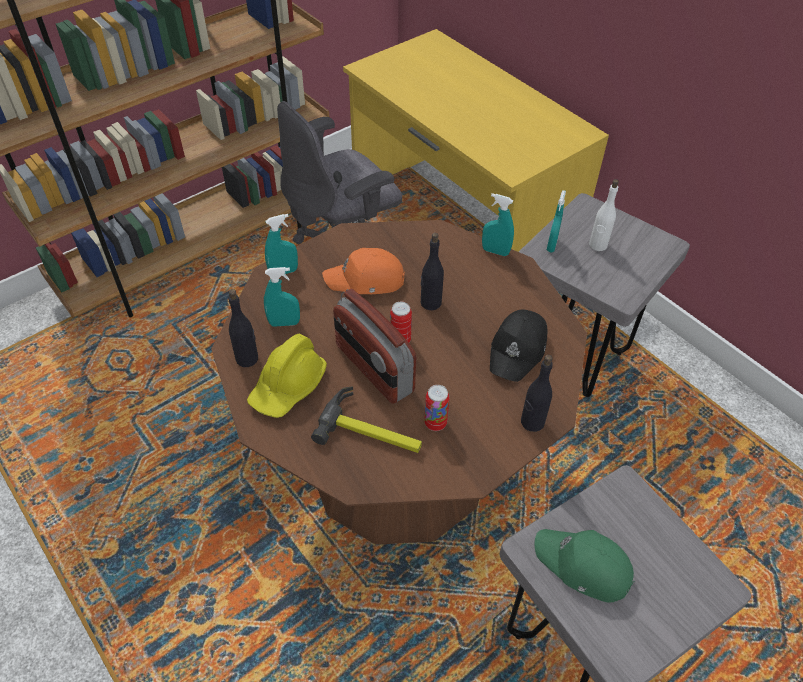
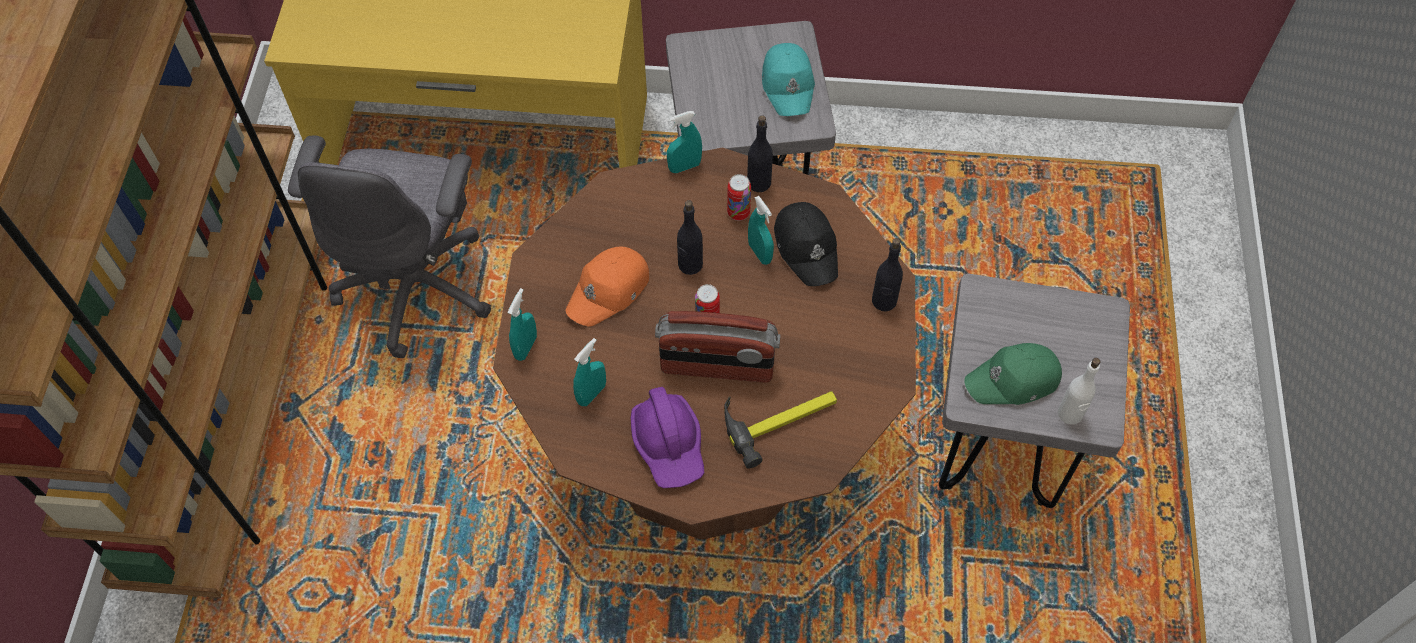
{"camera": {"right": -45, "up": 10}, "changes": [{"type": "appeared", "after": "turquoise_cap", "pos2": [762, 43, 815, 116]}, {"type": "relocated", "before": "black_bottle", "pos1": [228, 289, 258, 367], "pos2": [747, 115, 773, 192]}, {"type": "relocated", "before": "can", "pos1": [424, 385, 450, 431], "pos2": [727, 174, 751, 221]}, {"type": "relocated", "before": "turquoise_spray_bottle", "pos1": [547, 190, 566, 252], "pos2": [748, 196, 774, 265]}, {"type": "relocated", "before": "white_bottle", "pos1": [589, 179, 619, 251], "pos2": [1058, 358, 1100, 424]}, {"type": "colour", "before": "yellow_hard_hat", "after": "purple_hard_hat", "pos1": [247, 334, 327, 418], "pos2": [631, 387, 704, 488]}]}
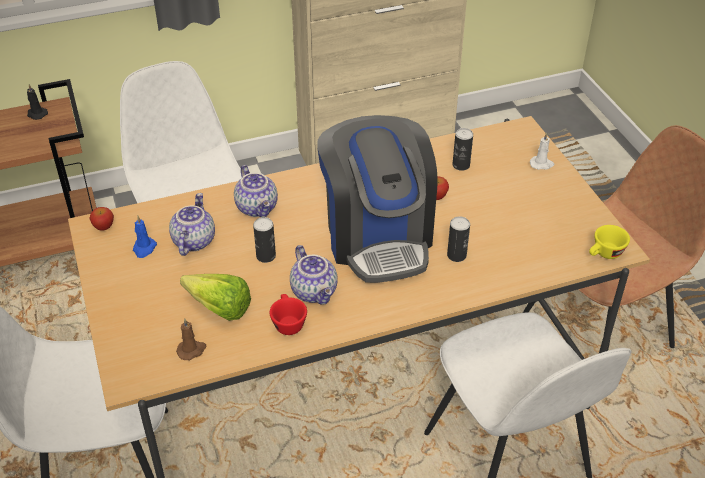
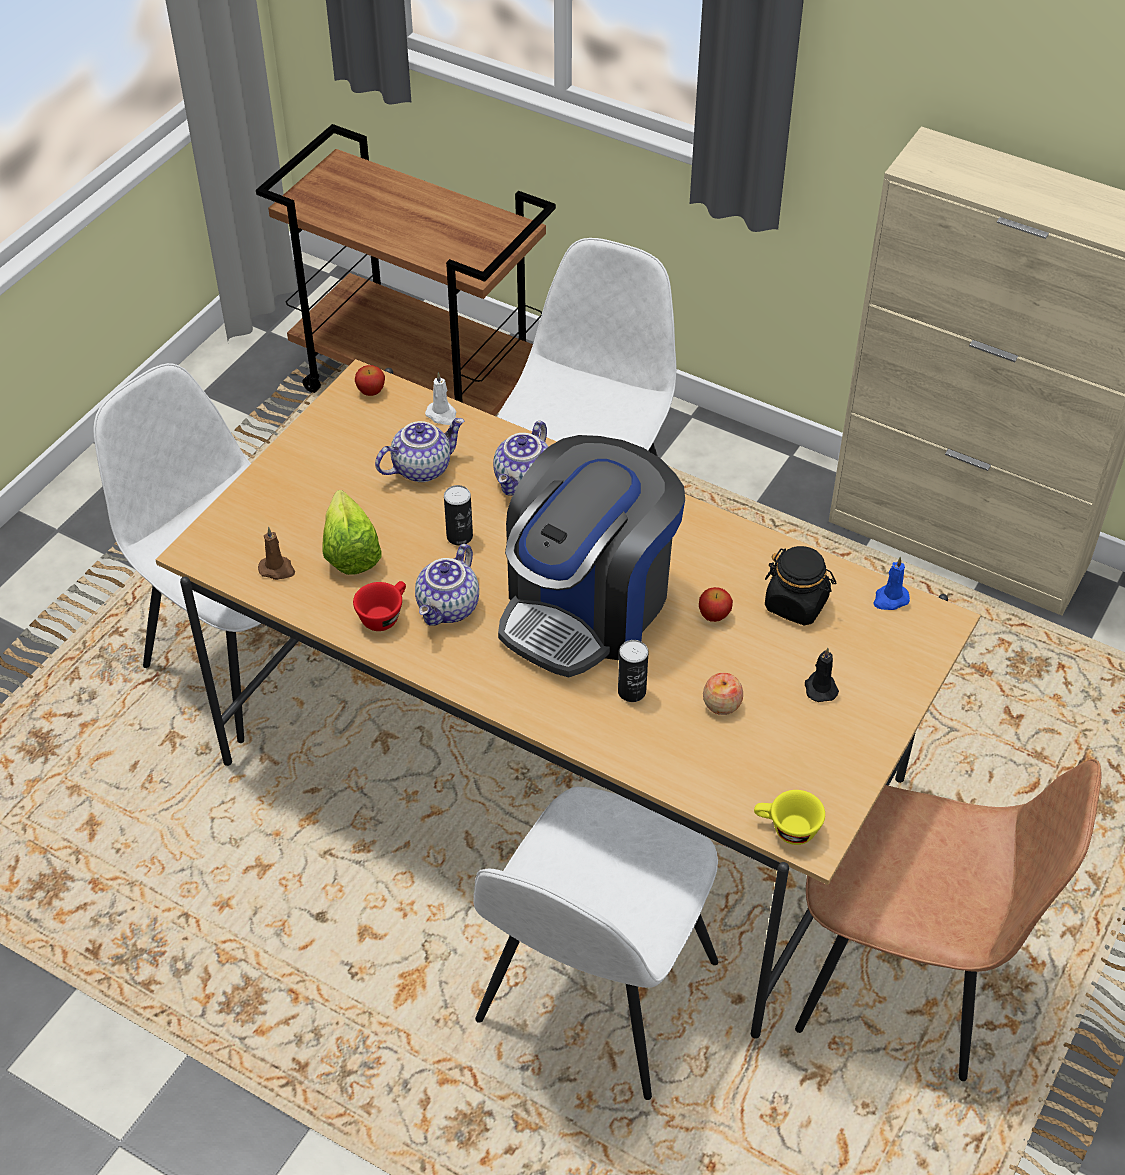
{"camera": {"right": 50, "up": 5}, "changes": [{"type": "appeared", "after": "apple", "pos2": [703, 673, 743, 715]}, {"type": "relocated", "before": "black_candle", "pos1": [27, 84, 48, 120], "pos2": [805, 648, 839, 702]}, {"type": "relocated", "before": "blue_candle", "pos1": [133, 216, 157, 258], "pos2": [873, 557, 910, 610]}, {"type": "relocated", "before": "white_candle", "pos1": [530, 132, 554, 170], "pos2": [425, 372, 456, 425]}, {"type": "exchanged", "before": "can", "after": "black_jar", "pos1": [452, 128, 473, 171], "pos2": [765, 546, 836, 625]}]}
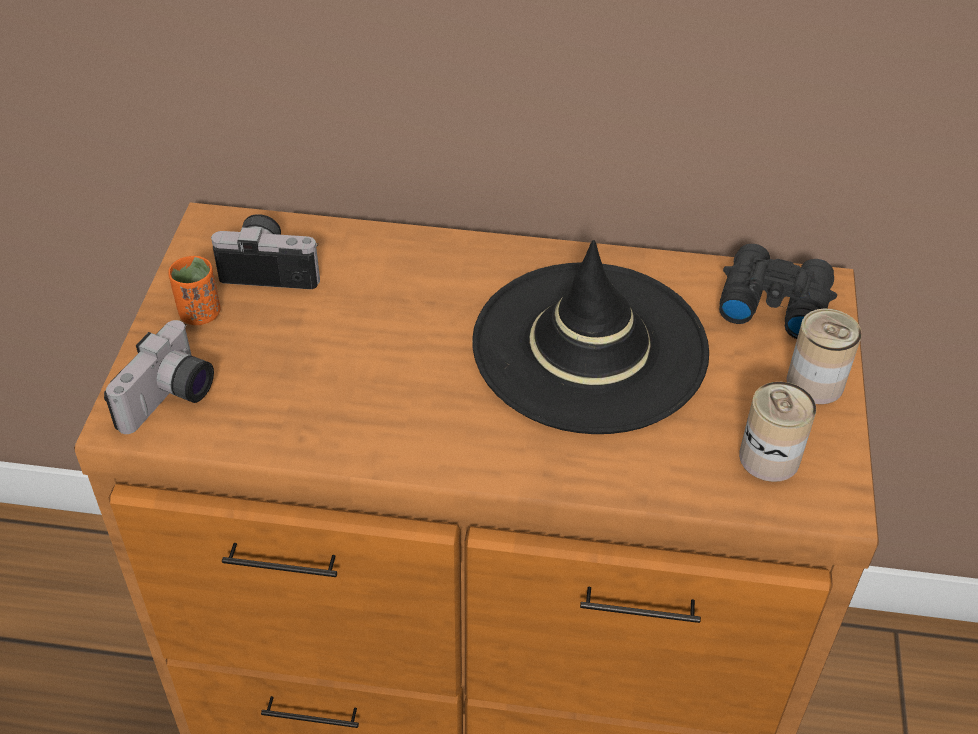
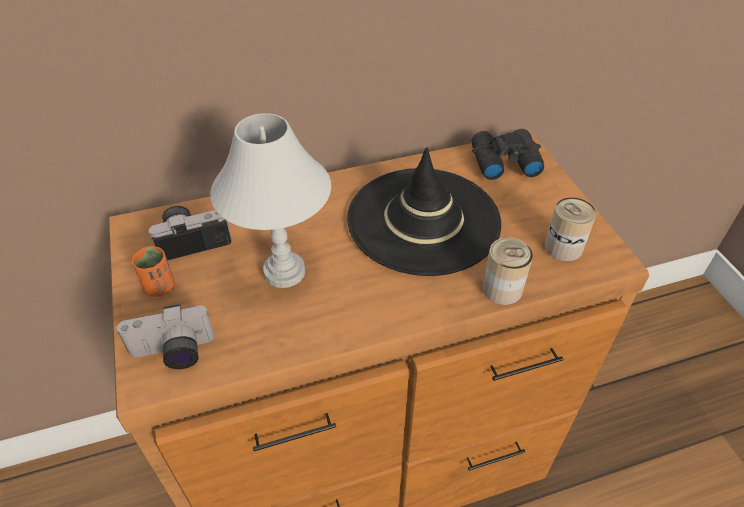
{"camera": {"right": -25, "up": 0}, "changes": [{"type": "appeared", "after": "white_table_lamp", "pos2": [210, 113, 331, 288]}, {"type": "relocated", "before": "can", "pos1": [786, 309, 862, 404], "pos2": [482, 237, 533, 305]}, {"type": "spun", "before": "photo_camera", "pos1": [104, 320, 214, 434], "pos2": [116, 304, 215, 369], "turn": 75}]}
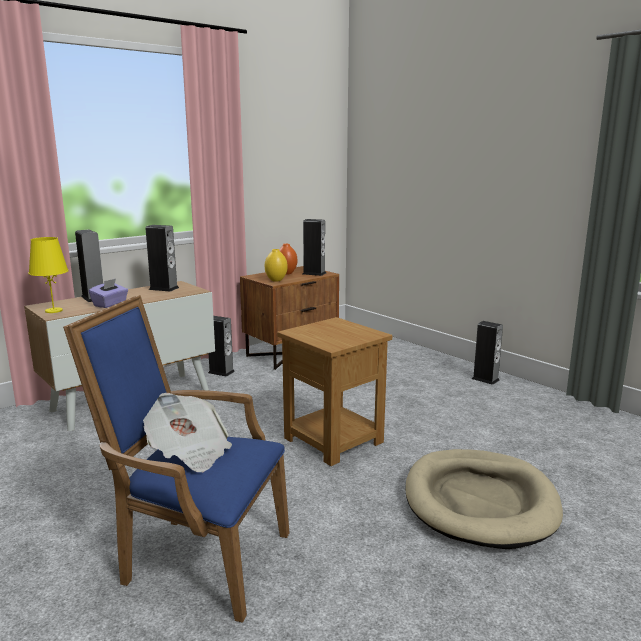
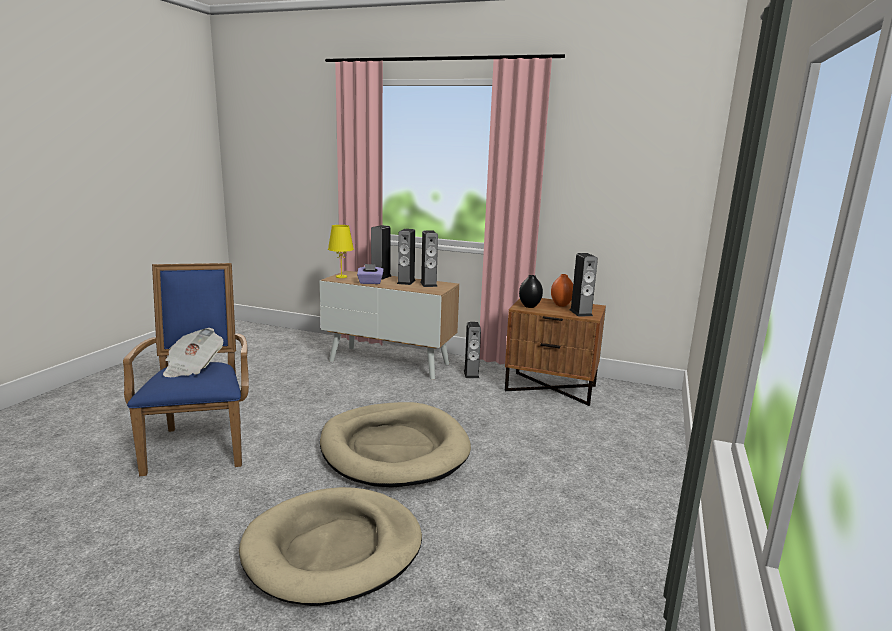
{"camera": {"right": 60, "up": 0}, "changes": [{"type": "relocated", "before": "speaker", "pos1": [472, 321, 503, 385], "pos2": [397, 229, 416, 285]}, {"type": "exchanged", "before": "brown_side_table", "after": "beige_dog_bed", "pos1": [277, 317, 392, 466], "pos2": [320, 402, 471, 488]}, {"type": "colour", "before": "yellow_vase", "after": "black_vase", "pos1": [265, 249, 288, 282], "pos2": [519, 275, 543, 308]}]}
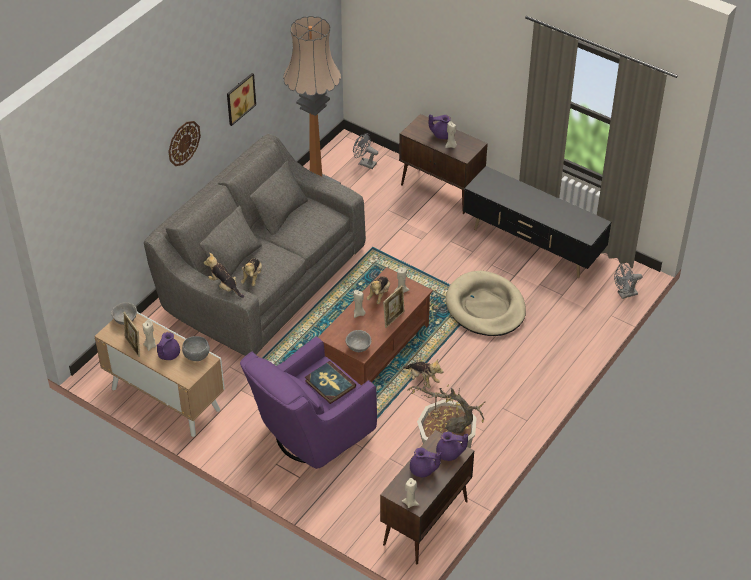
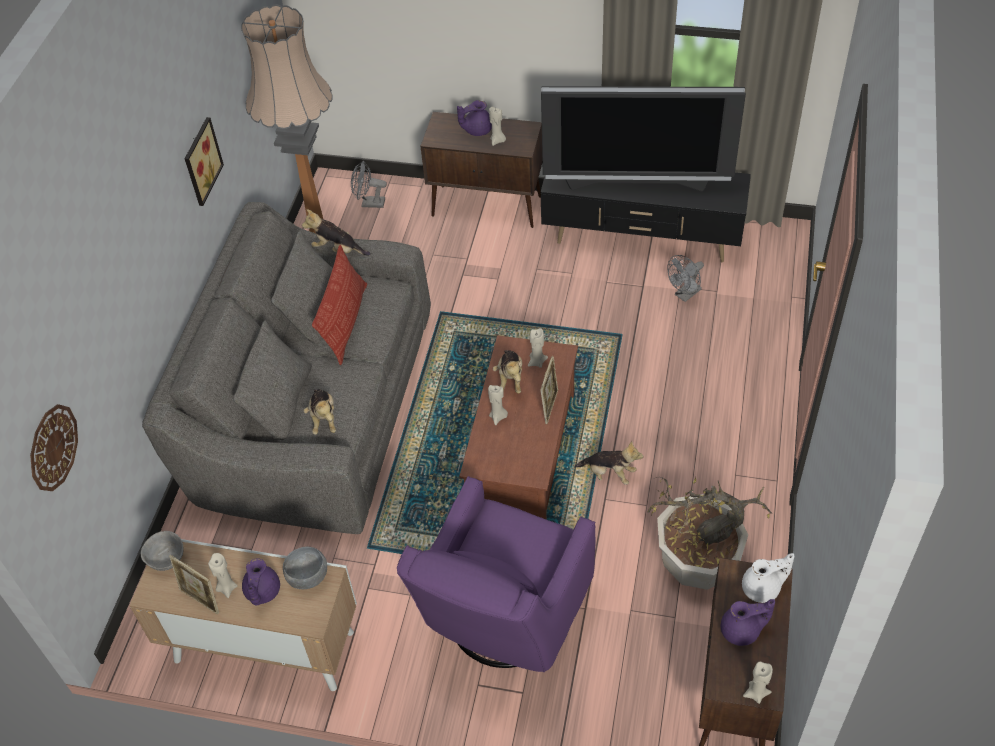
{"camera": {"right": -20, "up": 5}, "changes": [{"type": "missing", "before": "book", "pos1": [305, 361, 356, 404]}, {"type": "missing", "before": "grey_bowl", "pos1": [345, 330, 371, 352]}, {"type": "missing", "before": "beige_dog_bed", "pos1": [446, 271, 526, 336]}, {"type": "appeared", "after": "pillow", "pos2": [312, 245, 367, 365]}, {"type": "appeared", "after": "television", "pos2": [541, 86, 746, 192]}, {"type": "relocated", "before": "wall_clock", "pos1": [168, 121, 201, 166], "pos2": [30, 404, 78, 491]}, {"type": "relocated", "before": "plush_toy", "pos1": [204, 253, 244, 298], "pos2": [302, 209, 371, 255]}, {"type": "relocated", "before": "grey_fan", "pos1": [614, 263, 642, 299], "pos2": [667, 255, 704, 302]}, {"type": "colour", "before": "purple_teapot", "after": "white_teapot", "pos1": [436, 431, 468, 461], "pos2": [742, 553, 794, 603]}]}
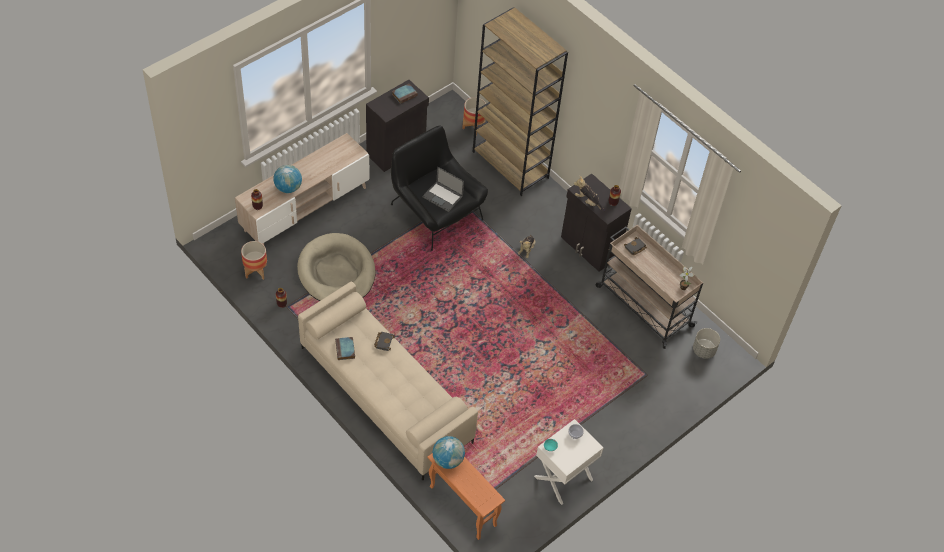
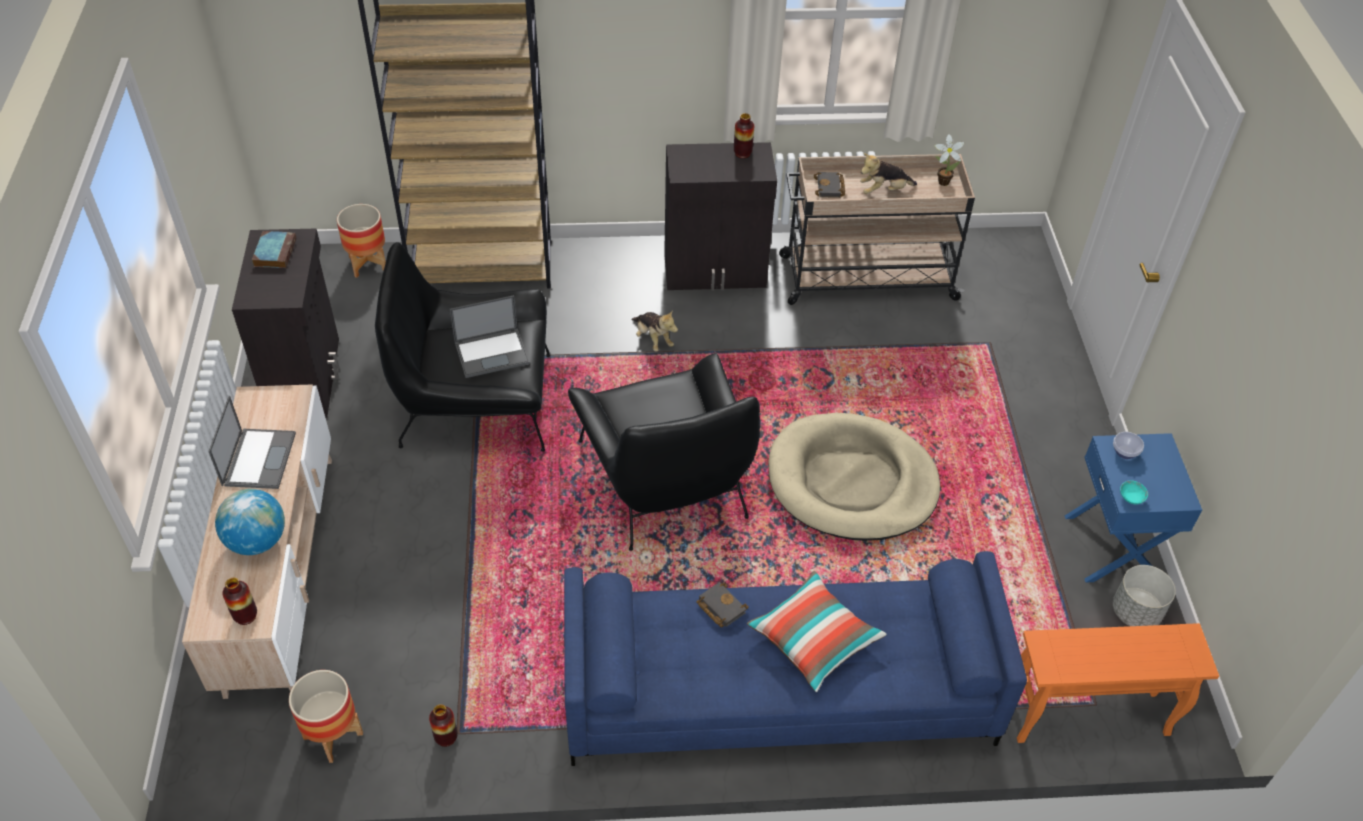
{"camera": {"right": -50, "up": -5}, "changes": [{"type": "missing", "before": "book", "pos1": [335, 337, 355, 360]}, {"type": "missing", "before": "globe", "pos1": [433, 436, 465, 469]}, {"type": "appeared", "after": "laptop", "pos2": [208, 396, 296, 489]}, {"type": "appeared", "after": "black_armchair", "pos2": [568, 353, 760, 551]}, {"type": "appeared", "after": "pillow", "pos2": [747, 571, 887, 692]}, {"type": "relocated", "before": "beige_dog_bed", "pos1": [297, 233, 375, 301], "pos2": [769, 413, 940, 541]}, {"type": "relocated", "before": "plush_toy", "pos1": [574, 176, 605, 211], "pos2": [860, 153, 917, 194]}, {"type": "relocated", "before": "grey_planter", "pos1": [693, 328, 720, 359], "pos2": [1113, 565, 1176, 626]}, {"type": "colour", "before": "beige_sofa", "after": "blue_sofa", "pos1": [298, 282, 478, 480], "pos2": [564, 551, 1027, 766]}, {"type": "colour", "before": "white_nightstand", "after": "blue_nightstand", "pos1": [534, 419, 603, 505], "pos2": [1065, 433, 1202, 582]}]}
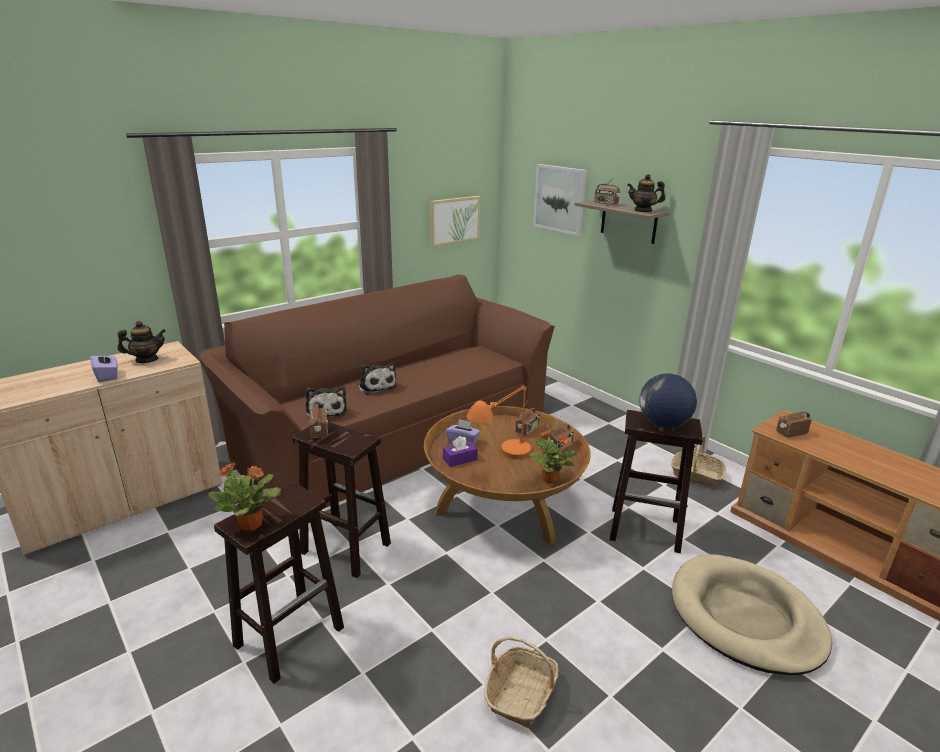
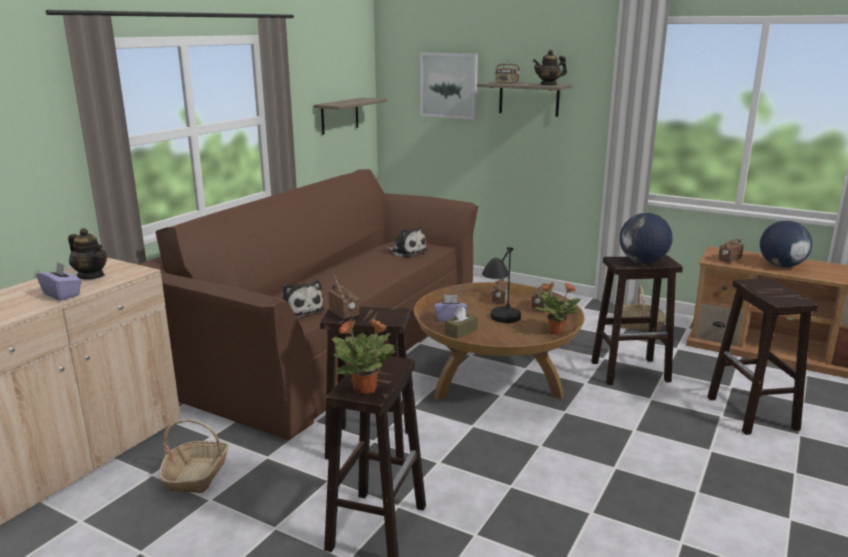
{"camera": {"right": -20, "up": -5}, "changes": [{"type": "appeared", "after": "globe", "pos2": [760, 221, 812, 267]}, {"type": "relocated", "before": "plush_toy", "pos1": [358, 362, 397, 395], "pos2": [386, 227, 427, 258]}, {"type": "relocated", "before": "basket", "pos1": [484, 636, 559, 728], "pos2": [159, 419, 228, 493]}, {"type": "exchanged", "before": "picture", "after": "shelf", "pos1": [430, 196, 480, 247], "pos2": [314, 98, 387, 135]}, {"type": "exchanged", "before": "beige_dog_bed", "after": "brown_stool", "pos1": [672, 554, 832, 675], "pos2": [707, 278, 818, 435]}, {"type": "colour", "before": "purple_tissue_box", "after": "brown_tissue_box", "pos1": [443, 436, 478, 467], "pos2": [445, 306, 478, 339]}, {"type": "colour", "before": "orange_table_lamp", "after": "black_table_lamp", "pos1": [467, 385, 531, 459], "pos2": [482, 247, 521, 323]}, {"type": "spun", "before": "teapot", "pos1": [118, 321, 166, 363], "pos2": [68, 228, 107, 279], "turn": 75}]}
